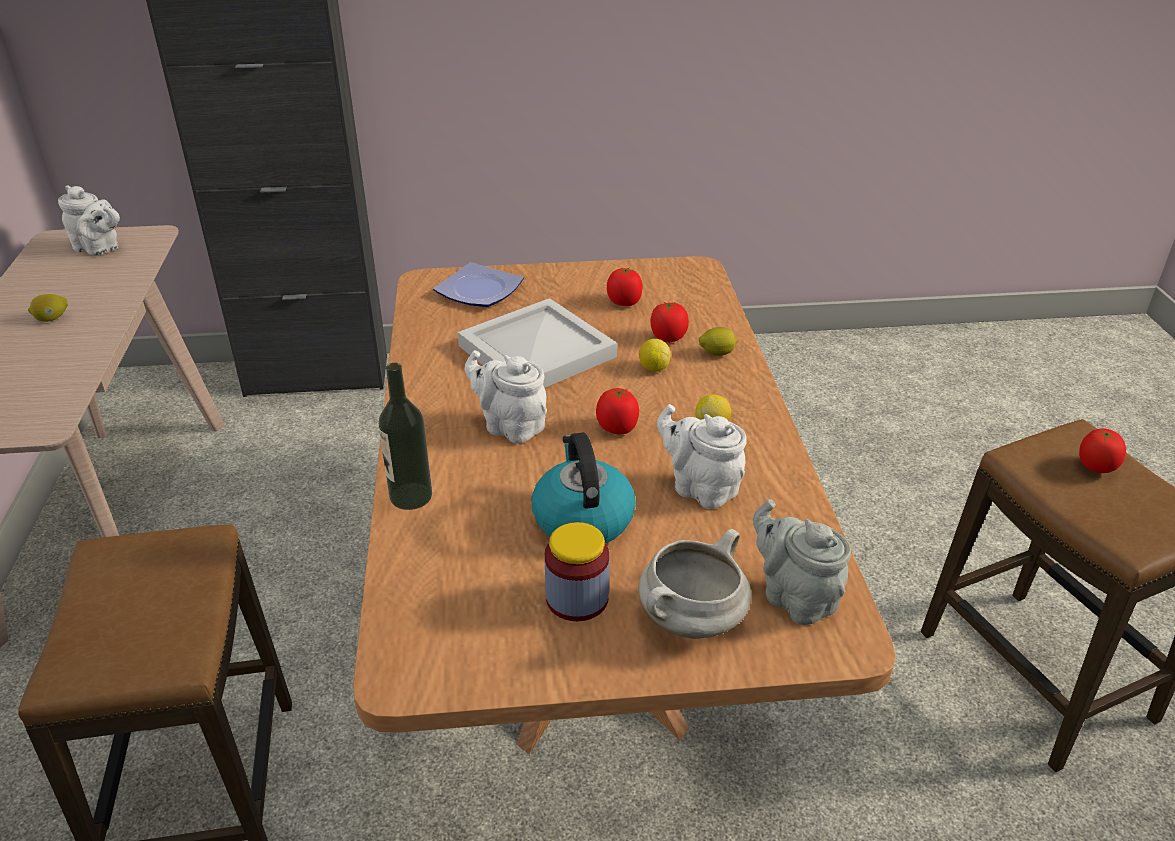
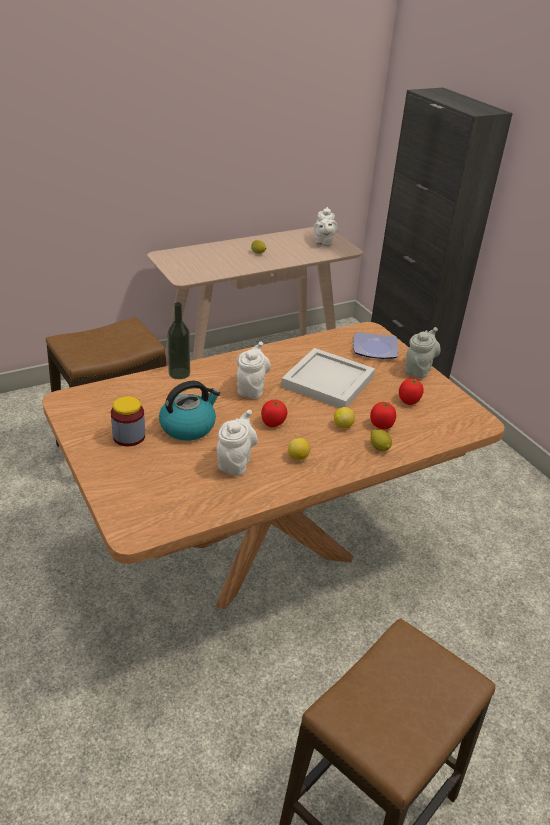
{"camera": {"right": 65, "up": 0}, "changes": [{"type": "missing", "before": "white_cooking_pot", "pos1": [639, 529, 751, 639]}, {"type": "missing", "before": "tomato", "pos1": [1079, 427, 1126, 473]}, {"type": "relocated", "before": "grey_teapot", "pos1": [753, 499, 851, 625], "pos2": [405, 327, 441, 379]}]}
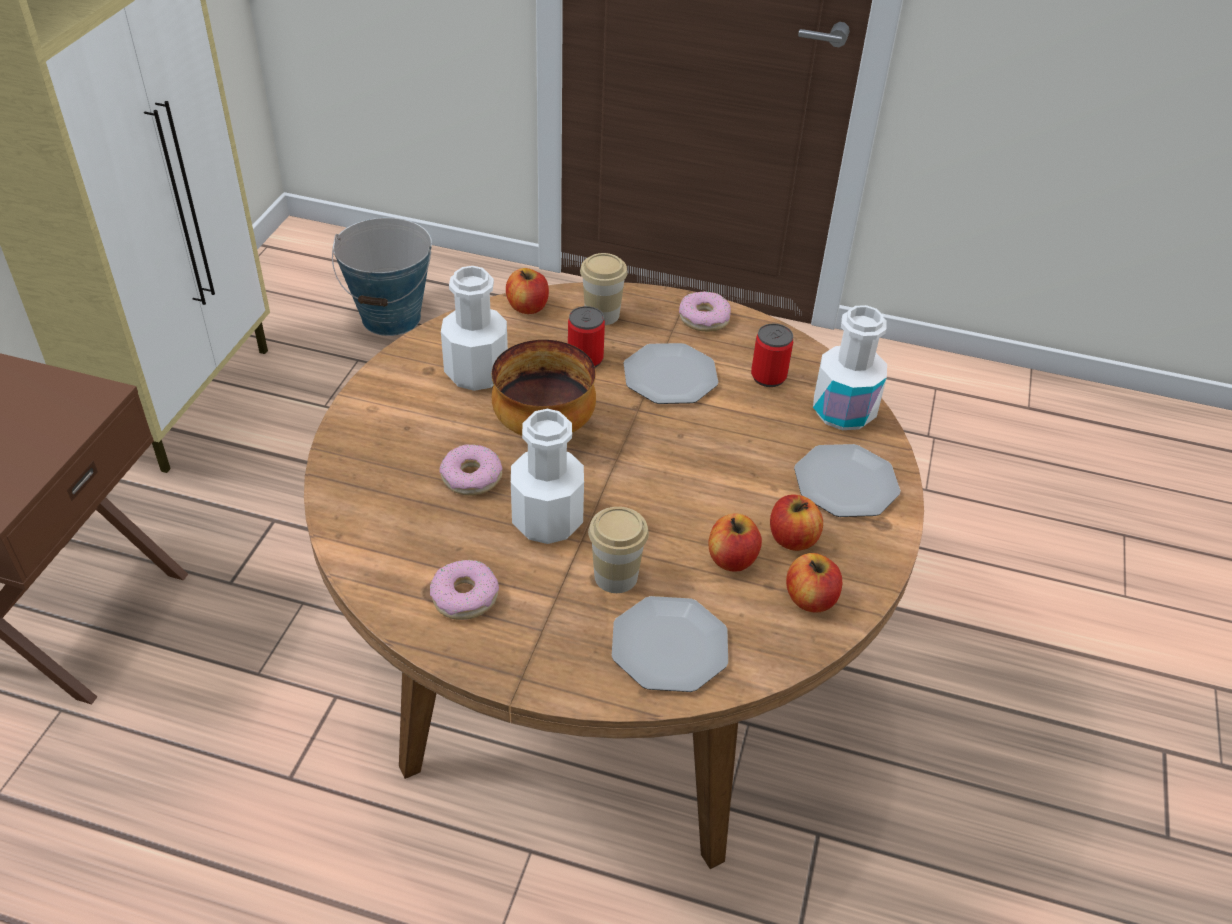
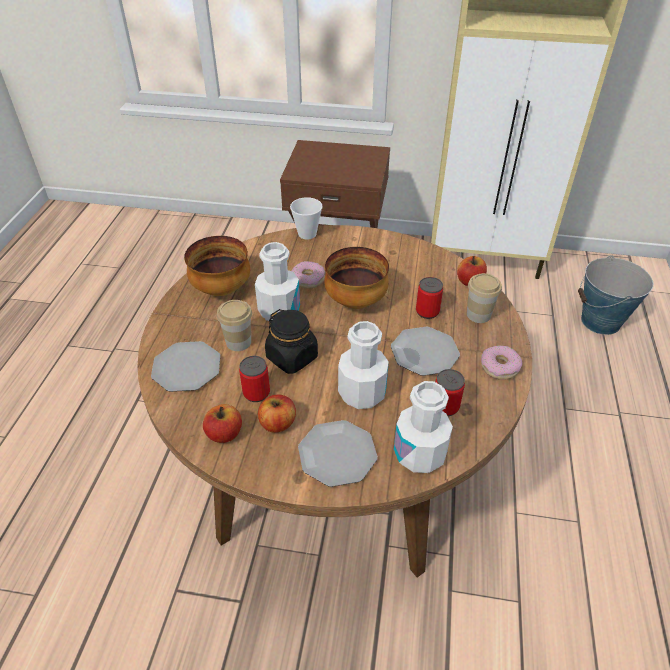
{"camera": {"right": 85, "up": 0}, "changes": [{"type": "appeared", "after": "black_jar", "pos2": [265, 309, 318, 374]}, {"type": "appeared", "after": "cup", "pos2": [290, 197, 323, 240]}, {"type": "relocated", "before": "white_bottle", "pos1": [441, 266, 508, 391], "pos2": [338, 321, 389, 409]}, {"type": "exchanged", "before": "donut", "after": "bowl", "pos1": [430, 560, 499, 620], "pos2": [184, 236, 250, 296]}, {"type": "exchanged", "before": "apple", "after": "can", "pos1": [708, 514, 762, 571], "pos2": [239, 356, 270, 402]}]}
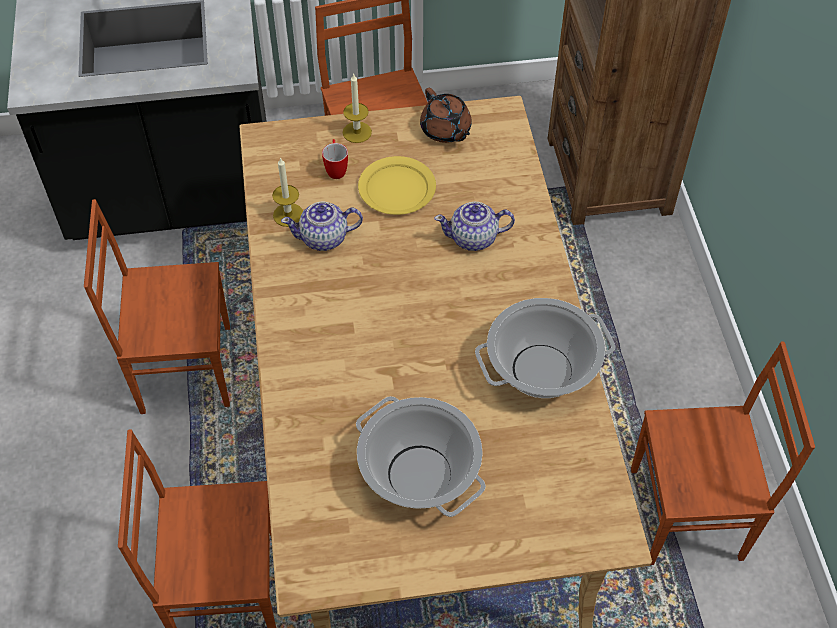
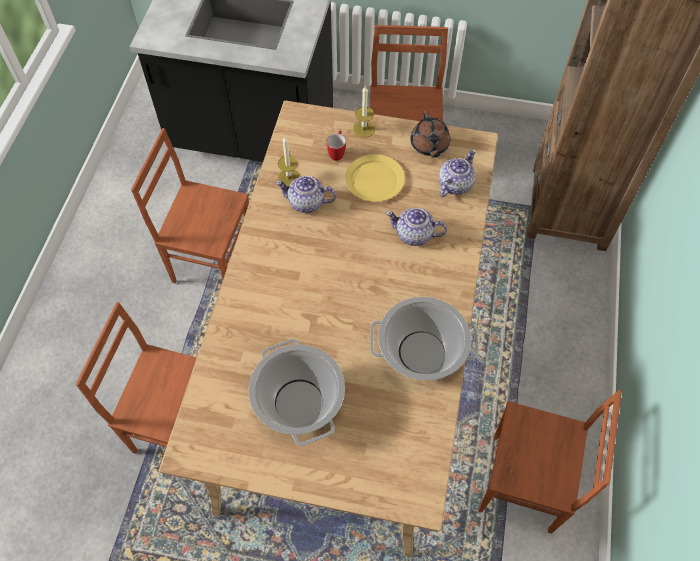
{"camera": {"right": 20, "up": 5}, "changes": [{"type": "appeared", "after": "teapot", "pos2": [439, 149, 476, 197]}]}
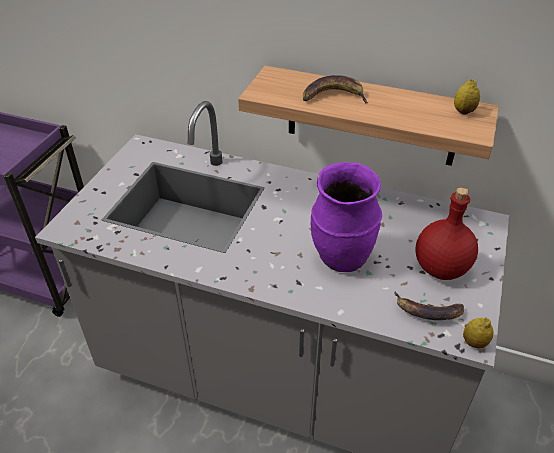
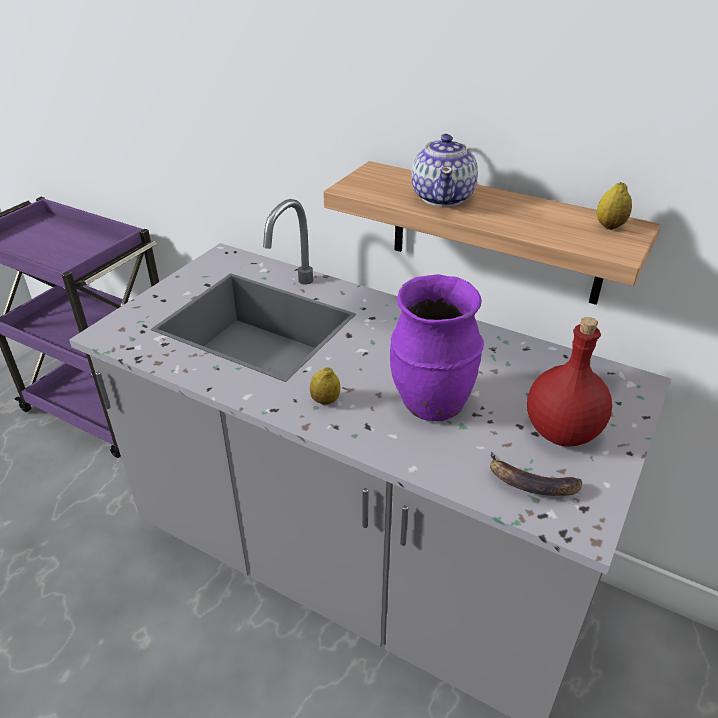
{"camera": {"right": 10, "up": -5}, "changes": [{"type": "relocated", "before": "lemon", "pos1": [463, 317, 493, 348], "pos2": [310, 367, 340, 405]}, {"type": "exchanged", "before": "banana", "after": "teapot", "pos1": [303, 75, 368, 103], "pos2": [411, 133, 478, 207]}]}
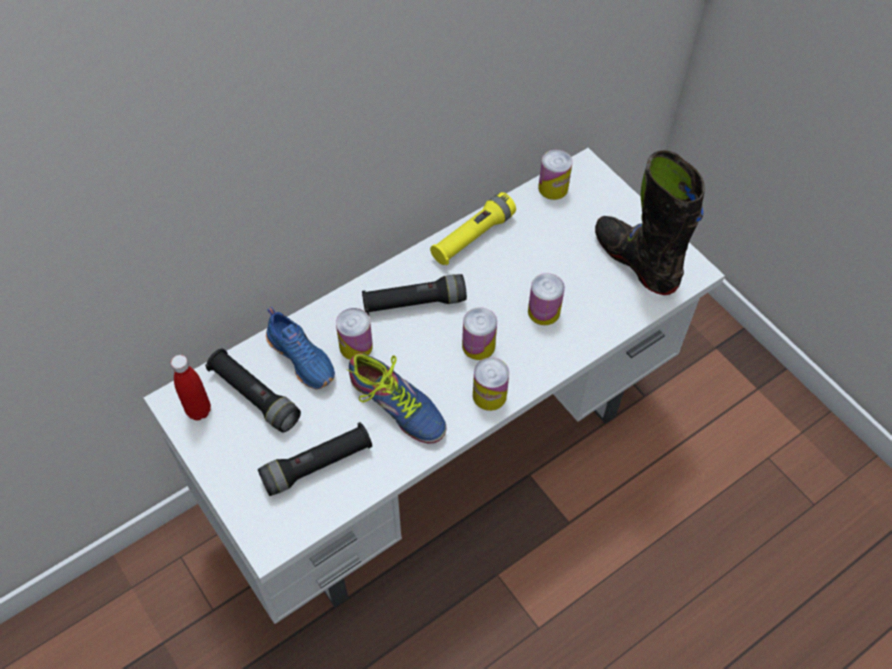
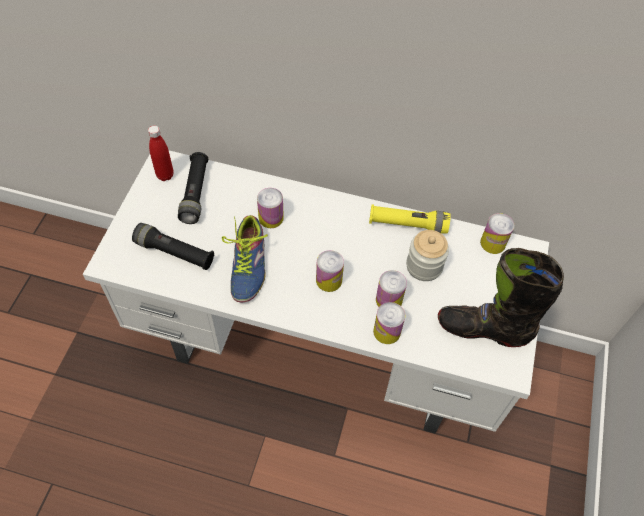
{"camera": {"right": 50, "up": 0}, "changes": [{"type": "missing", "before": "blue_shoe", "pos1": [266, 307, 335, 389]}, {"type": "missing", "before": "black_flashlight", "pos1": [362, 274, 467, 315]}, {"type": "appeared", "after": "jar", "pos2": [406, 230, 449, 281]}, {"type": "relocated", "before": "can", "pos1": [473, 357, 509, 411], "pos2": [373, 302, 405, 344]}, {"type": "spun", "before": "black_boot", "pos1": [595, 150, 705, 295], "pos2": [438, 248, 564, 347], "turn": -90}]}
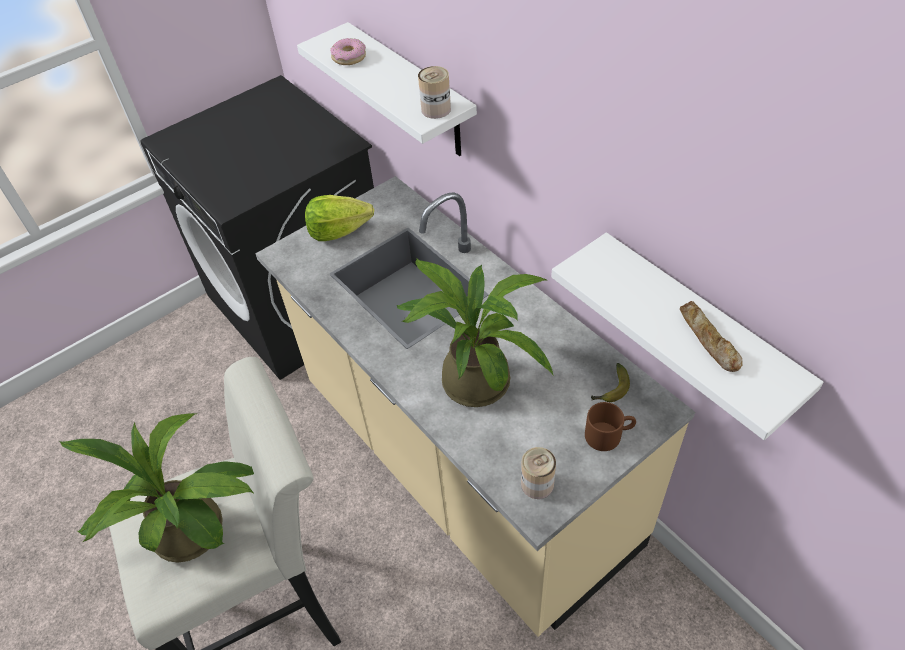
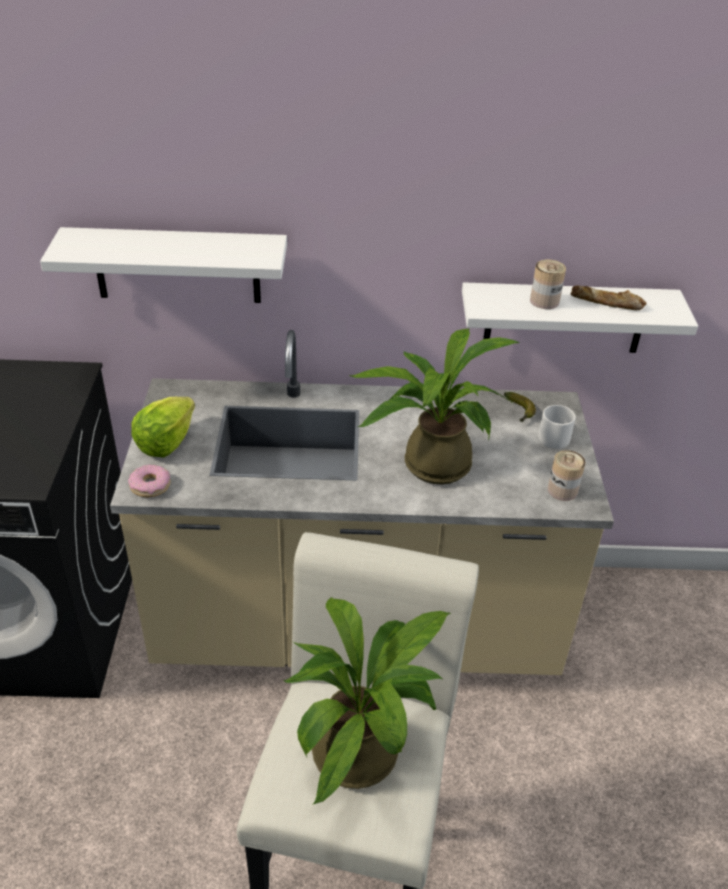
{"camera": {"right": -55, "up": -10}, "changes": [{"type": "relocated", "before": "donut", "pos1": [330, 38, 366, 65], "pos2": [128, 465, 171, 497]}, {"type": "relocated", "before": "can", "pos1": [418, 66, 451, 119], "pos2": [530, 260, 566, 309]}, {"type": "colour", "before": "brown_mug", "after": "white_mug", "pos1": [585, 402, 636, 451], "pos2": [538, 405, 576, 449]}]}
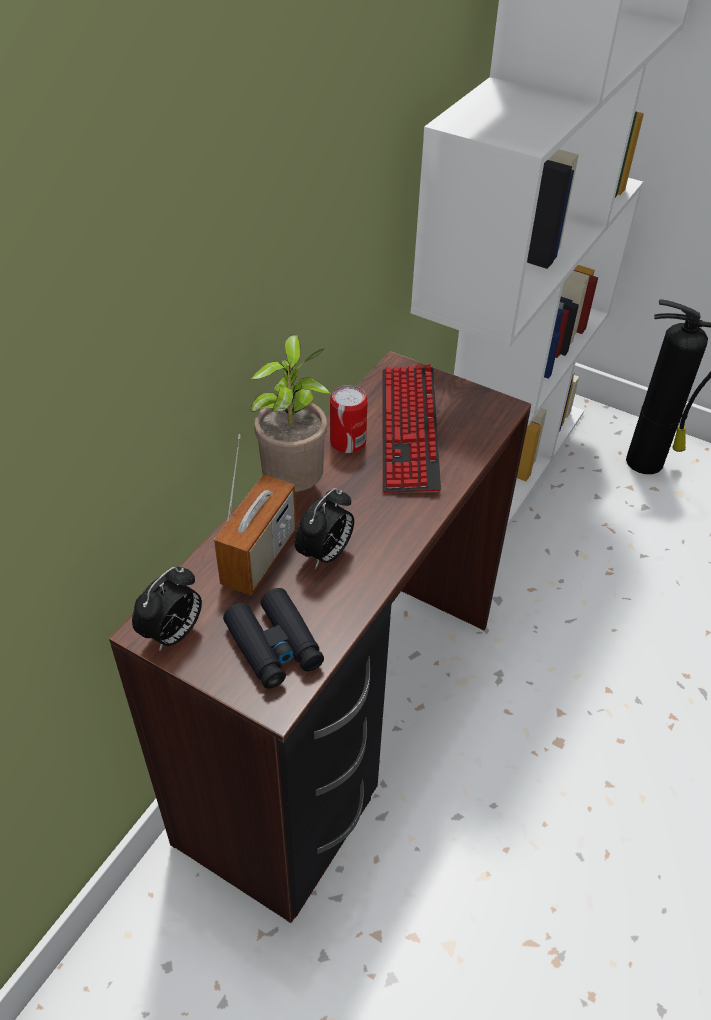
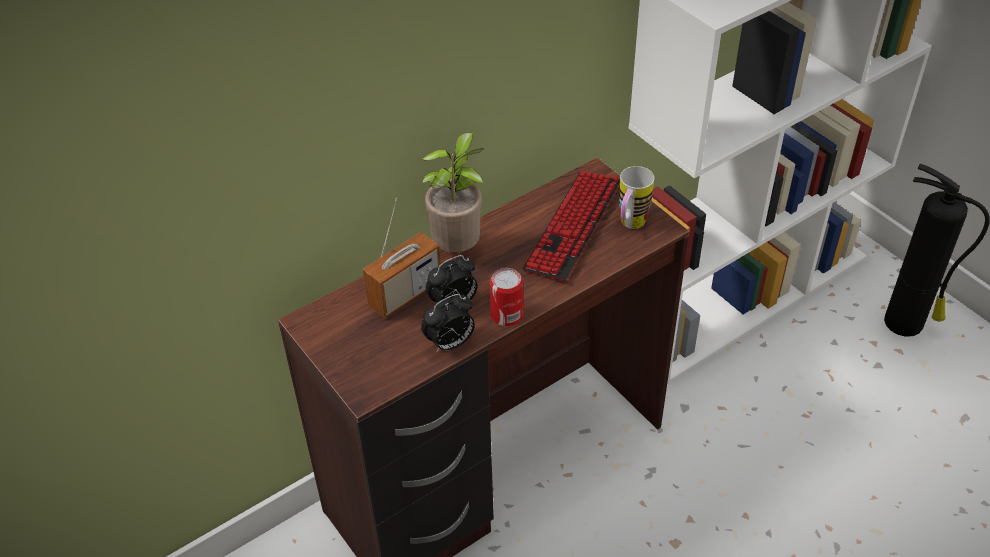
{"camera": {"right": 25, "up": 0}, "changes": [{"type": "missing", "before": "black_binoculars", "pos1": [223, 588, 324, 689]}, {"type": "appeared", "after": "mug", "pos2": [619, 166, 654, 229]}, {"type": "relocated", "before": "alarm_clock", "pos1": [132, 567, 202, 651], "pos2": [421, 294, 475, 352]}, {"type": "relocated", "before": "can", "pos1": [330, 385, 368, 453], "pos2": [490, 268, 523, 326]}]}
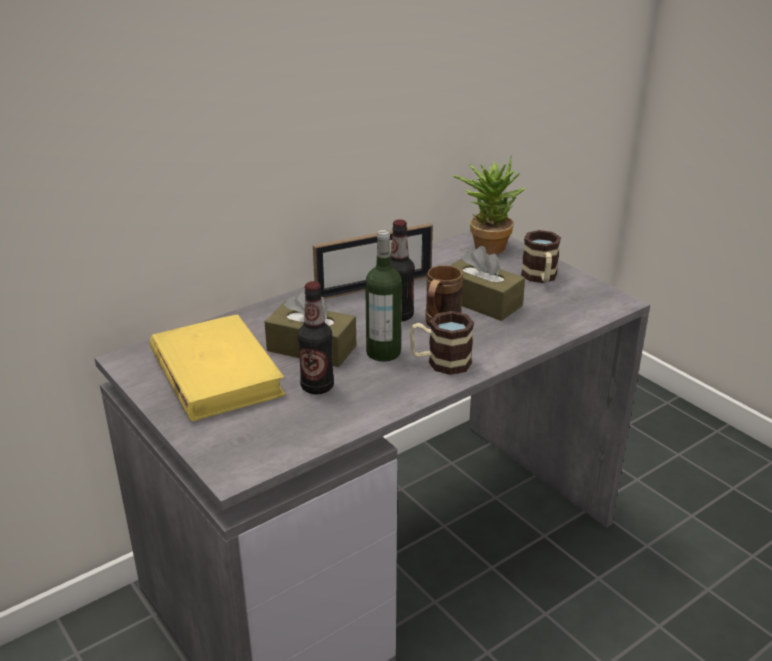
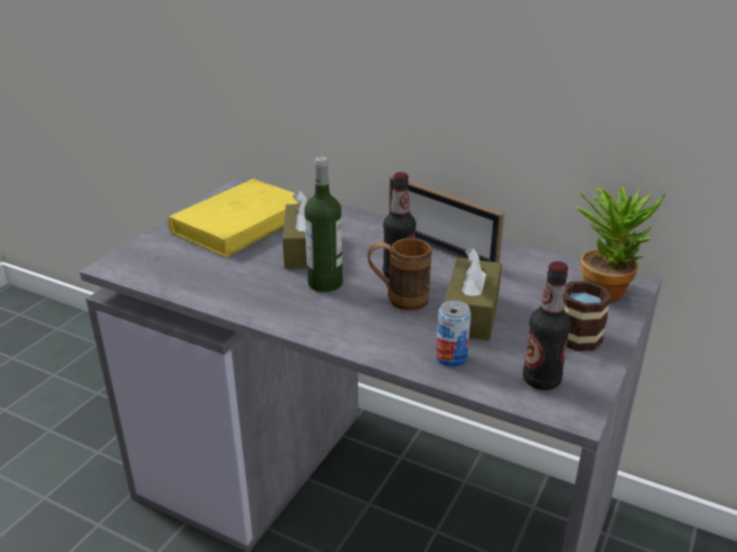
{"camera": {"right": 65, "up": 0}, "changes": [{"type": "missing", "before": "mug", "pos1": [410, 311, 474, 375]}, {"type": "appeared", "after": "can", "pos2": [436, 300, 471, 367]}, {"type": "relocated", "before": "bottle", "pos1": [298, 281, 334, 395], "pos2": [523, 261, 571, 390]}]}
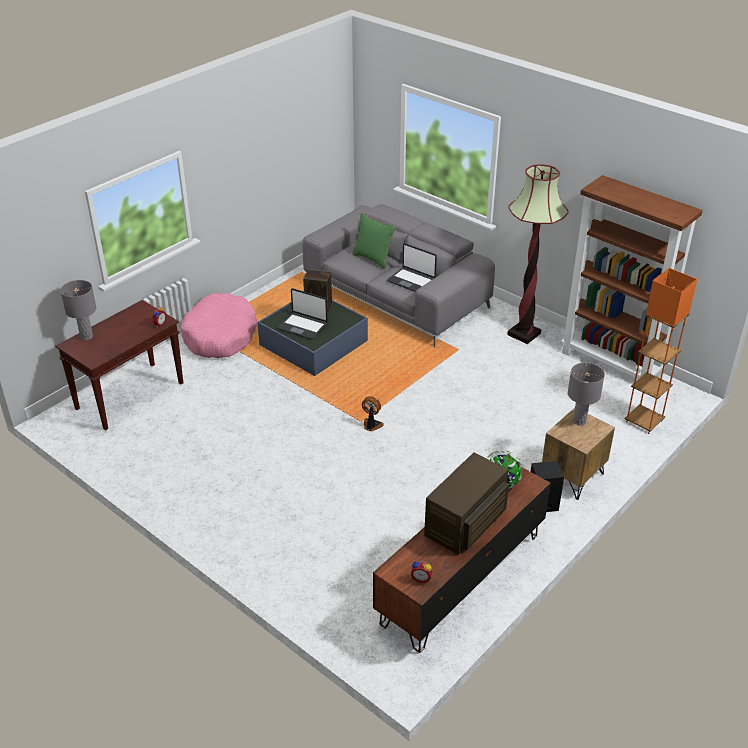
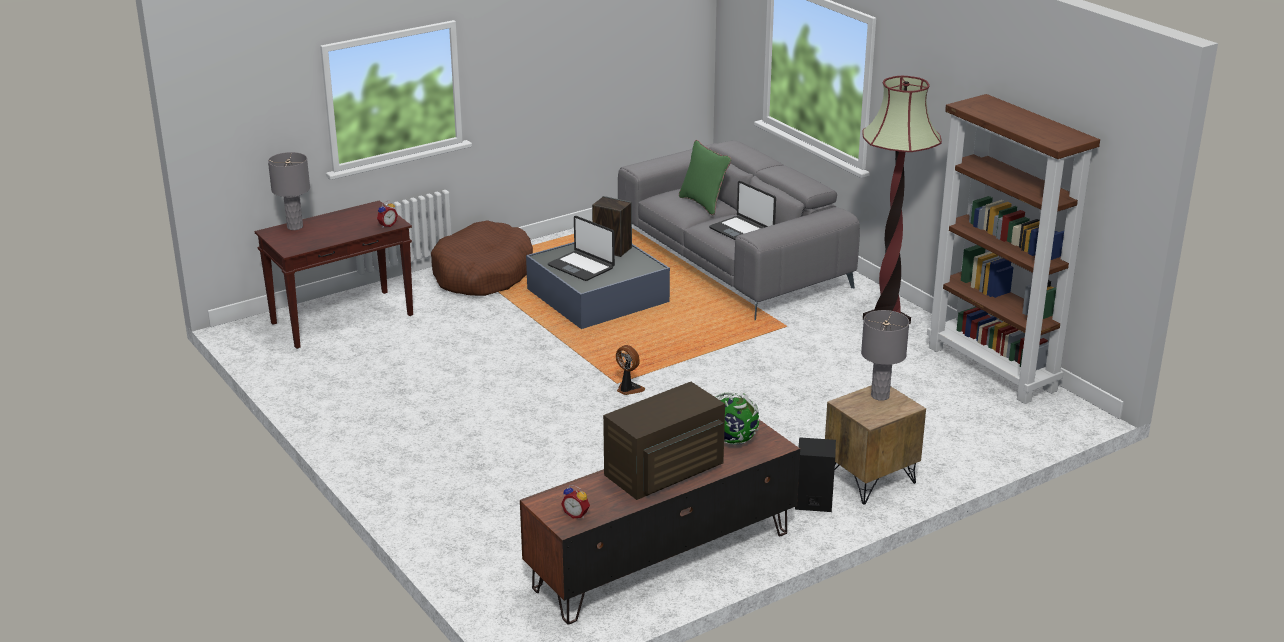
{"camera": {"right": 15, "up": -10}, "changes": [{"type": "missing", "before": "orange_floor_lamp", "pos1": [625, 268, 697, 434]}, {"type": "colour", "before": "pink_dog_bed", "after": "brown_dog_bed", "pos1": [181, 293, 257, 358], "pos2": [431, 220, 533, 296]}]}
